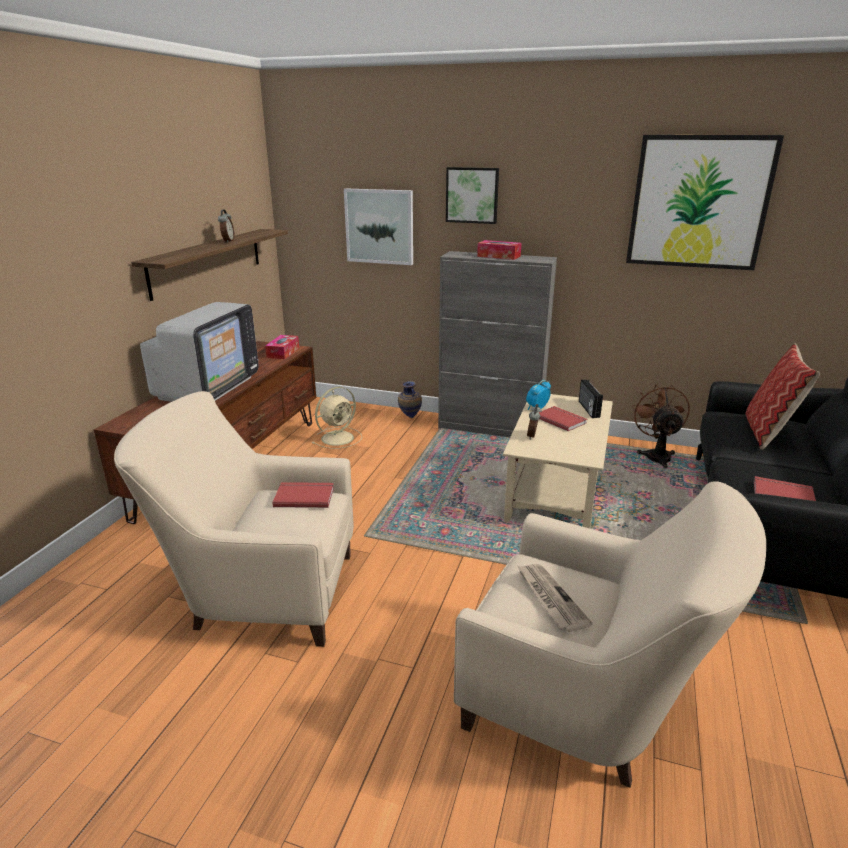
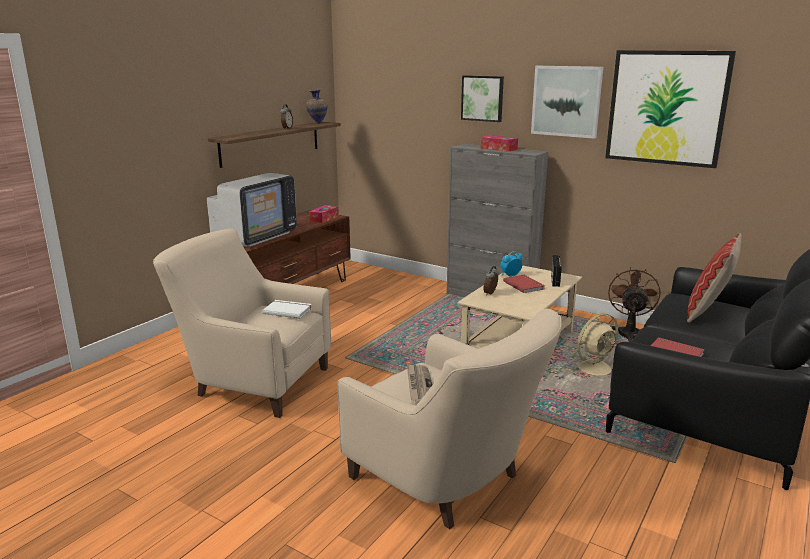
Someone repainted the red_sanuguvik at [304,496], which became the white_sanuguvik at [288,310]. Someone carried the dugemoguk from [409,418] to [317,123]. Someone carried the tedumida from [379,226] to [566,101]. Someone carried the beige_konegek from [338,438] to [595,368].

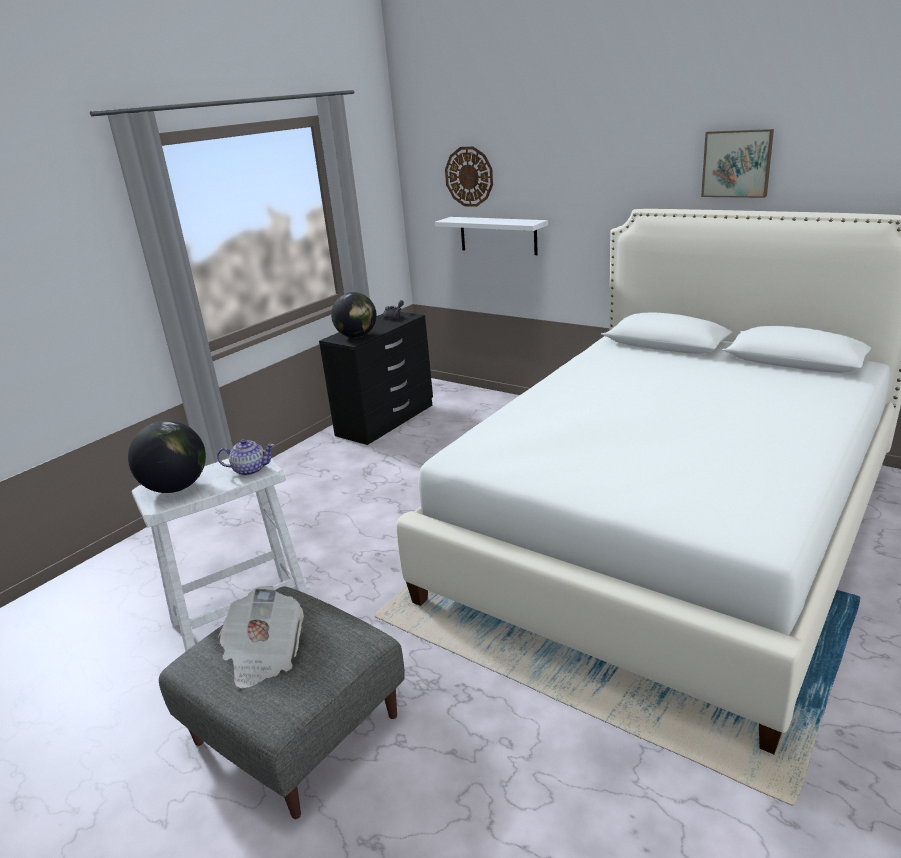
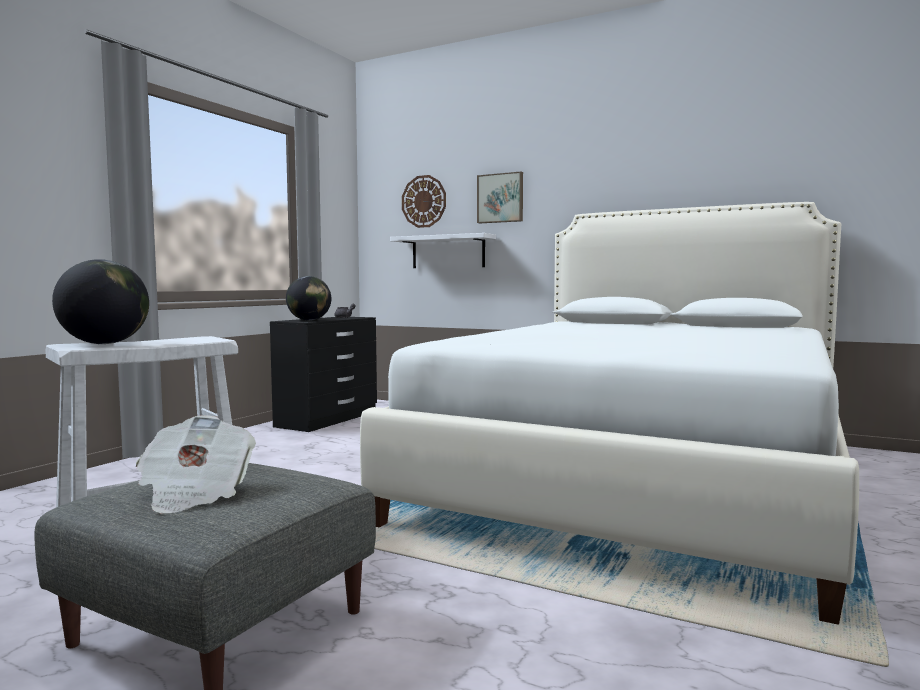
Someone carried the tedumida from [737,163] to [500,198]. Someone took away the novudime at [249,470].

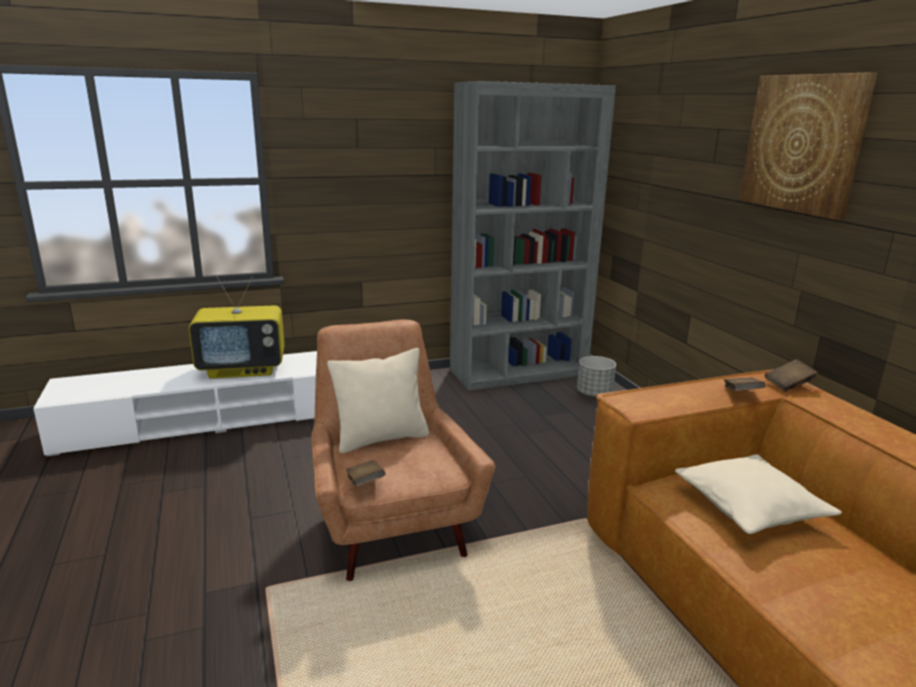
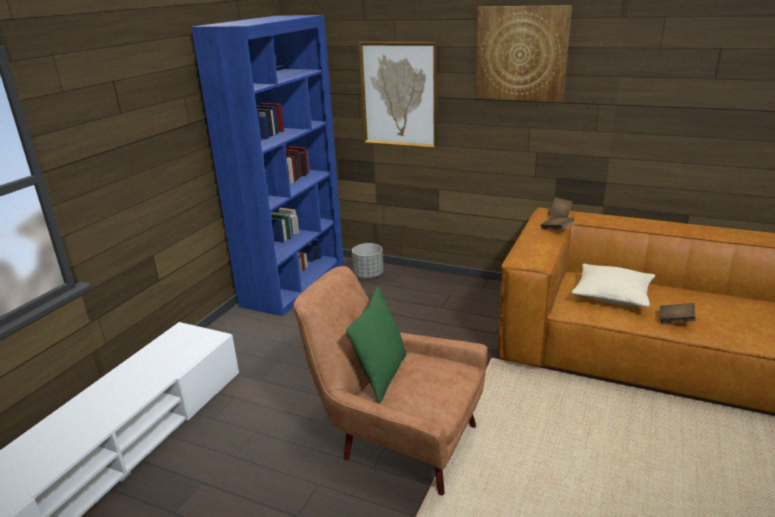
Someone repainted the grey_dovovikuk at [519,372], which became the blue_dovovikuk at [294,283]. Someone repainted the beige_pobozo at [381,438], which became the green_pobozo at [381,375]. Someone put up the tedumida at [399,95]. Someone carried the brown_sanuguvik from [365,483] to [675,320]. Someone took away the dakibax at [243,369].

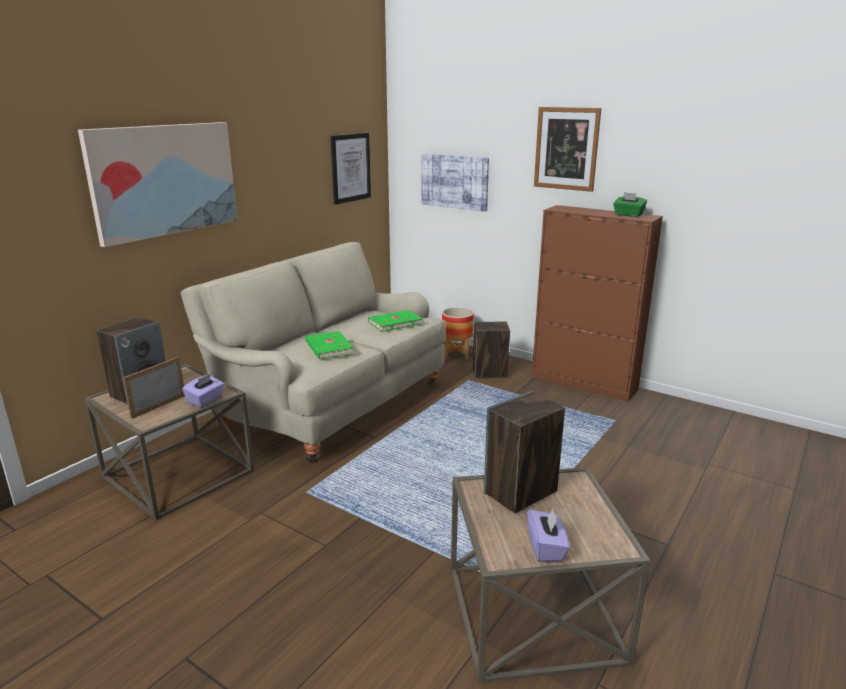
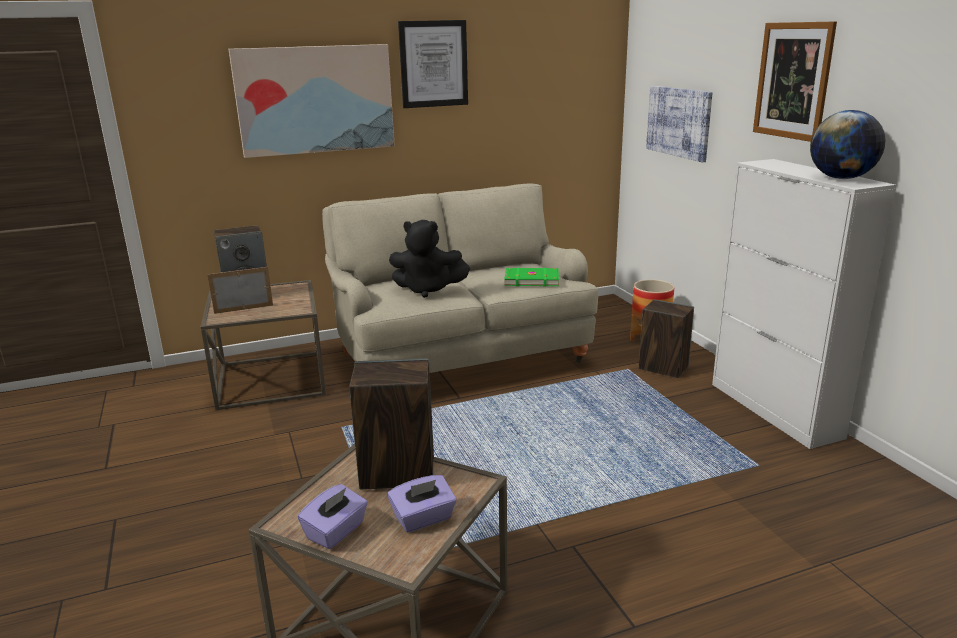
Someone carried the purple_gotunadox from [205,400] to [423,519]. Someone swapped the green_sanuguvik at [328,348] for the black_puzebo at [428,289]. Someone carried the tedumida from [350,168] to [433,64]. Someone repainted the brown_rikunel at [584,383], which became the white_rikunel at [774,410]. Someone swapped the green_gotunadox at [628,215] for the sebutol at [841,178].

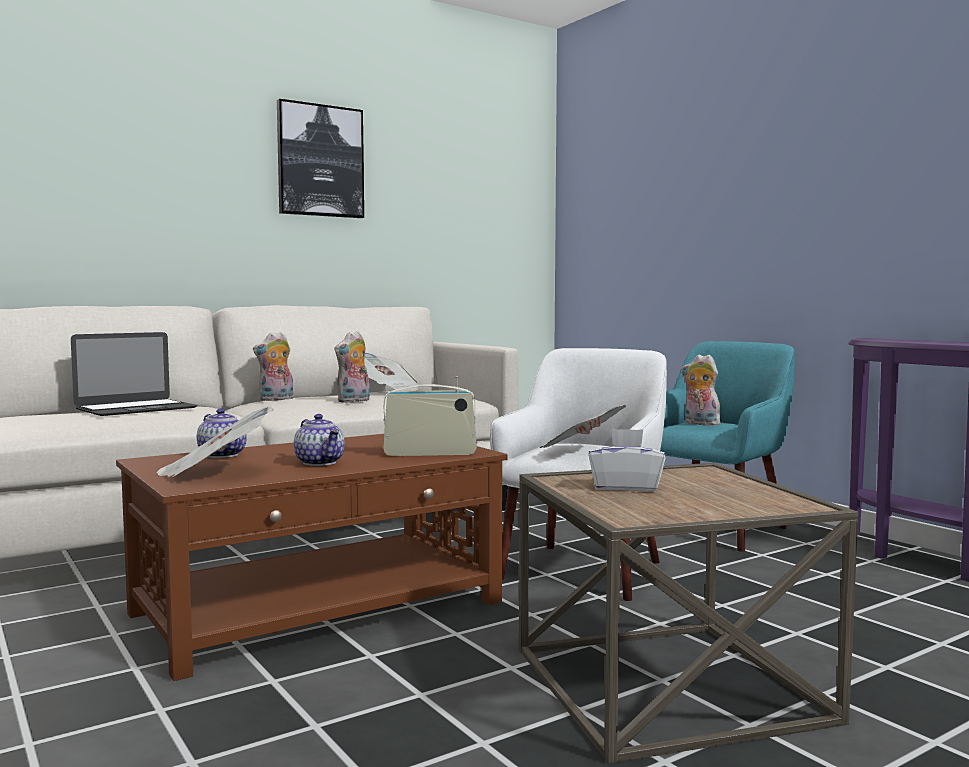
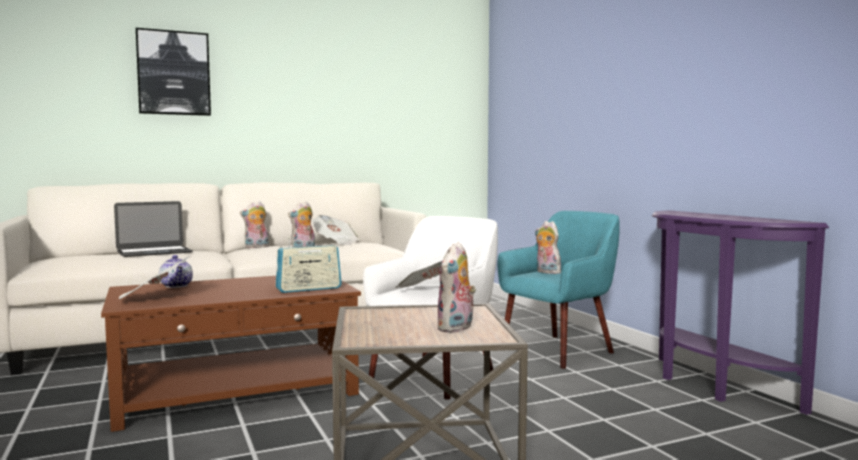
Someone carried the tedumida from [320,161] to [174,73]. Someone rotated the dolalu at [430,453] by 150 degrees clockwise. Someone put down the puzebo at [456,328]. Someone took away the novudime at [321,462]. Someone took away the white_gotunadox at [626,487].

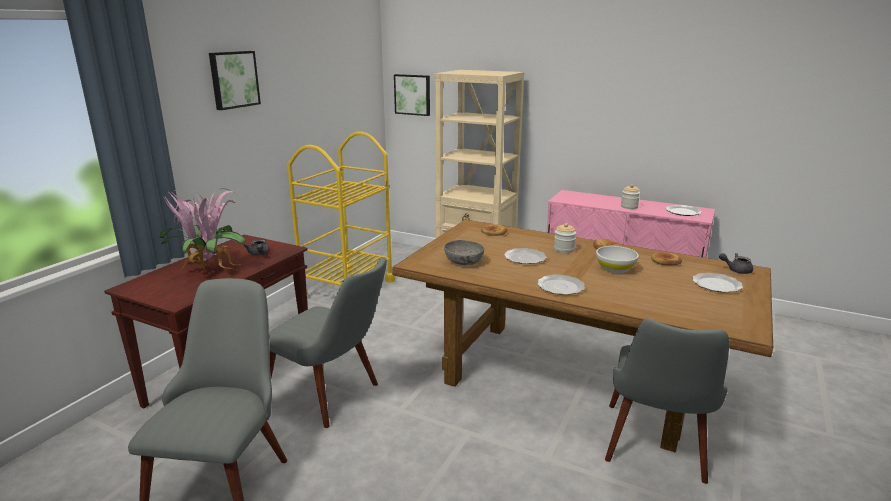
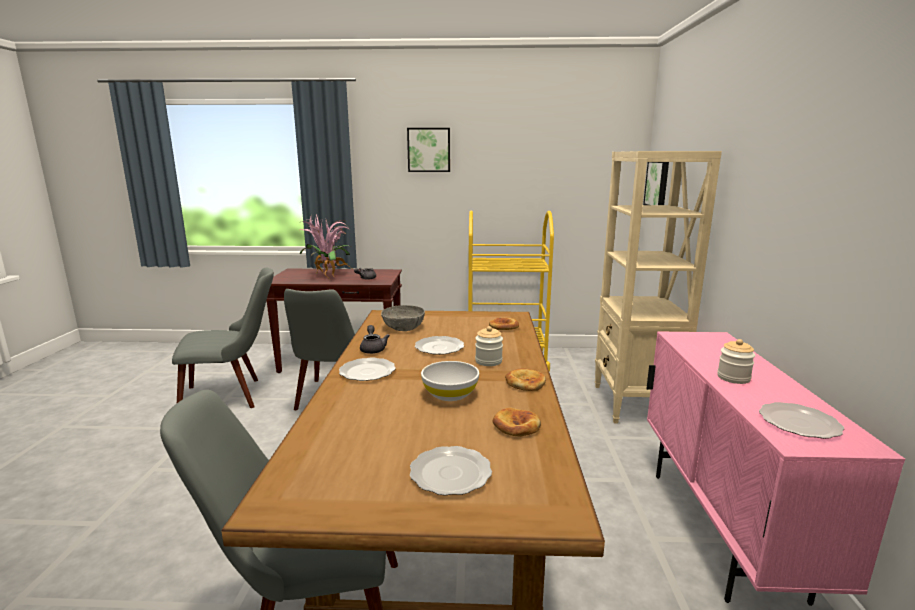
Someone carried the grey_novudime from [736,270] to [373,349].

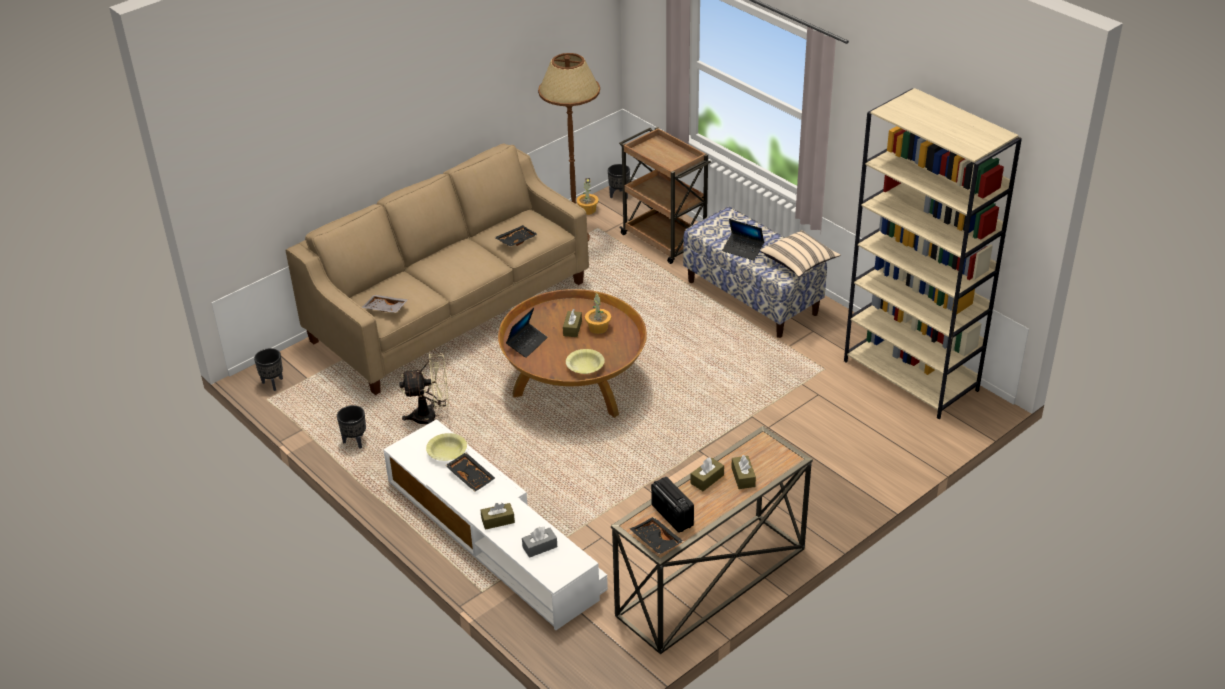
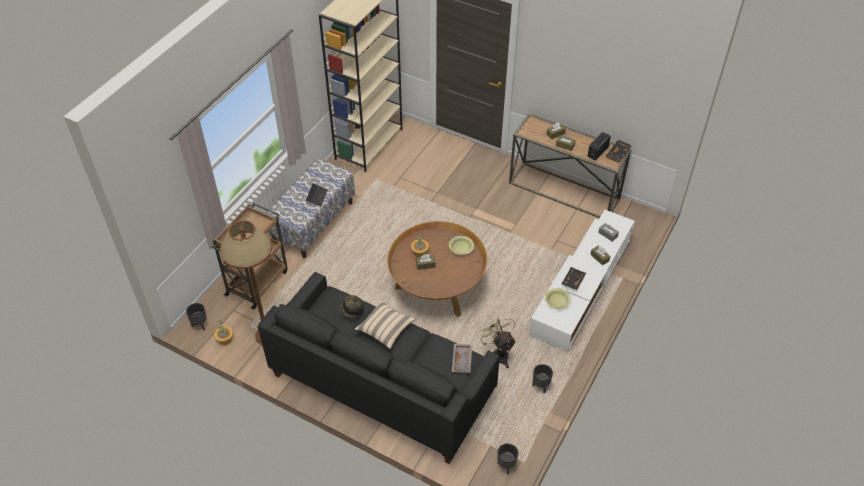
Someone repainted the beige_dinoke at [450,311], which became the black_dinoke at [381,384]. Someone swapped the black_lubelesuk at [516,240] for the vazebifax at [351,311]. Someone carried the beige_pobozo from [799,263] to [385,329]. Someone took away the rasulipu at [527,343].

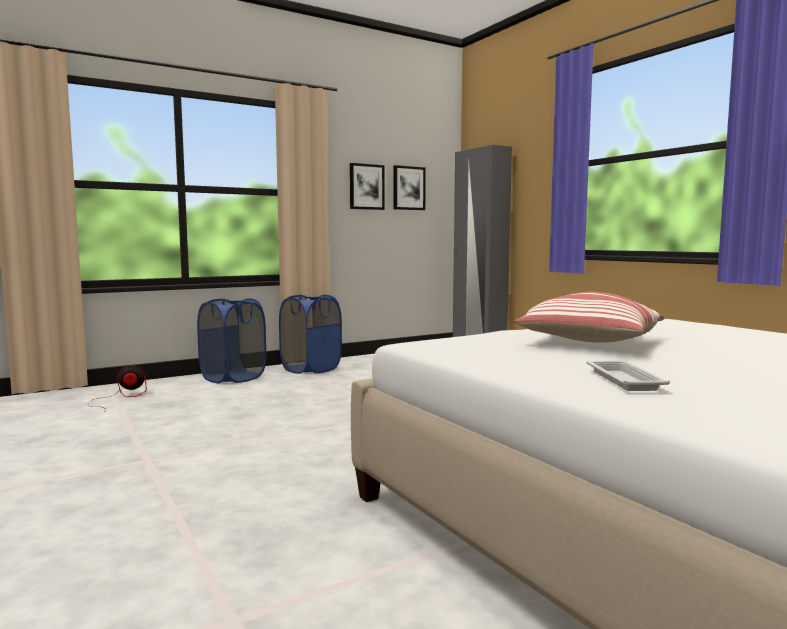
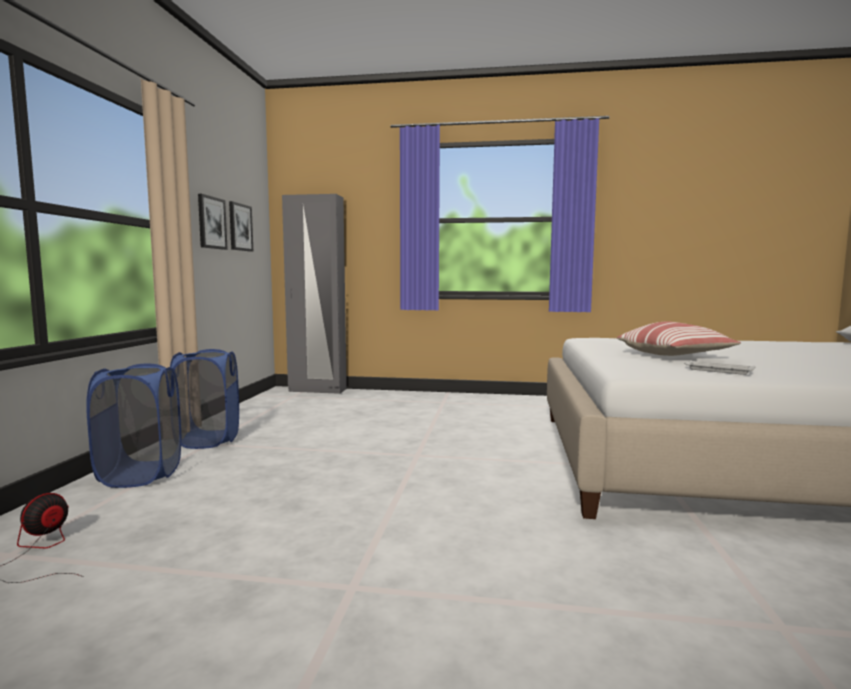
Someone carried the white_lubelesuk from [623,380] to [717,370].

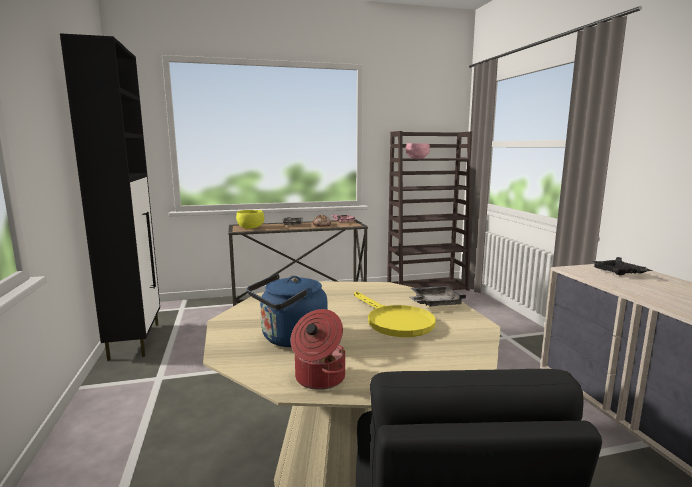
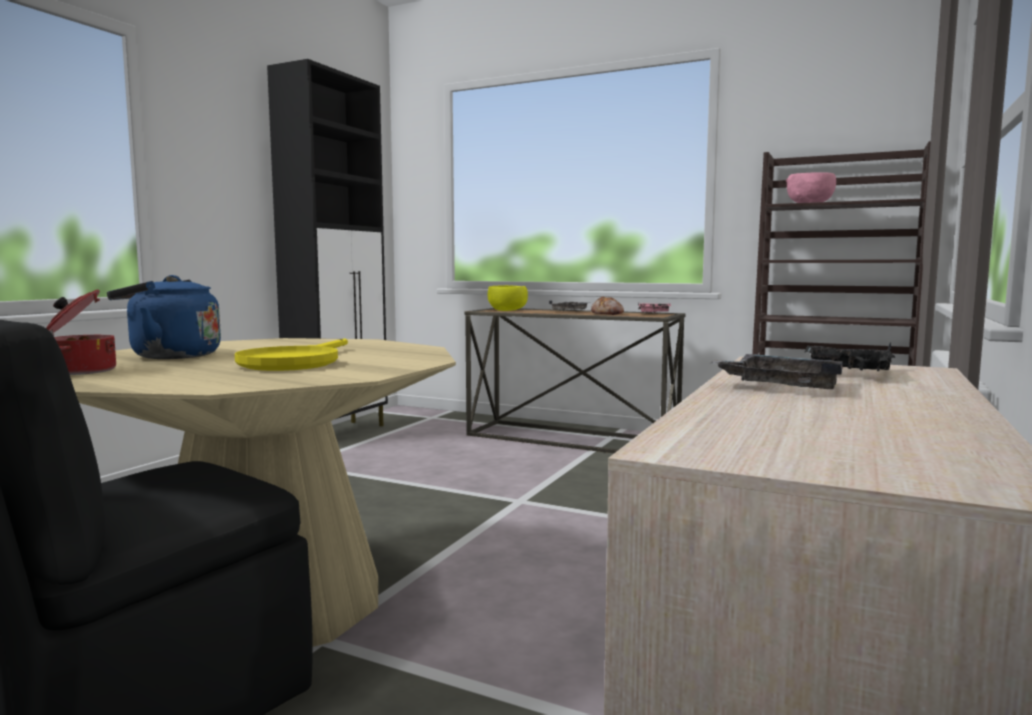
Someone carried the grey_lubelesuk from [434,303] to [782,386].

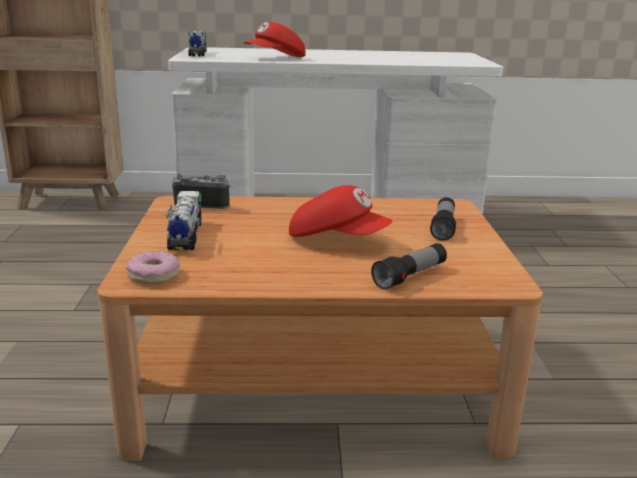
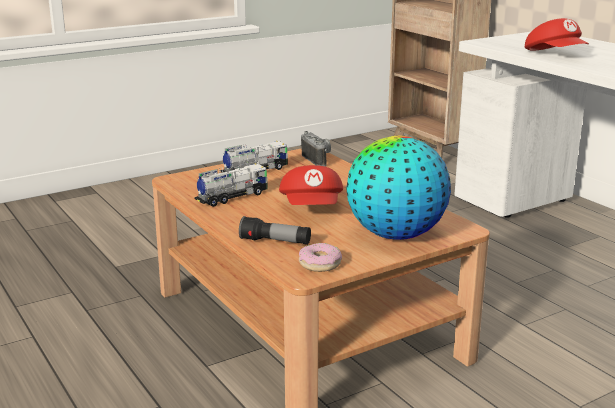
Someone carried the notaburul from [197,53] to [232,197]. Someone carried the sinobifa from [153,275] to [319,264]. Someone swapped the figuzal at [443,227] for the sebutol at [395,235]. Someone rotated the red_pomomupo at [276,58] by 135 degrees counterclockwise.

